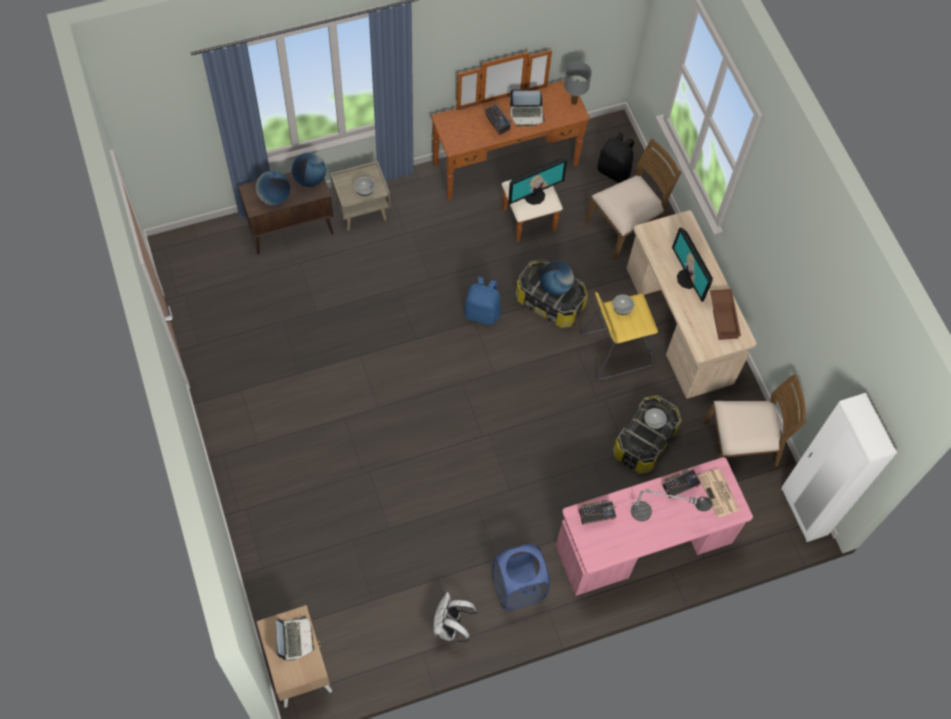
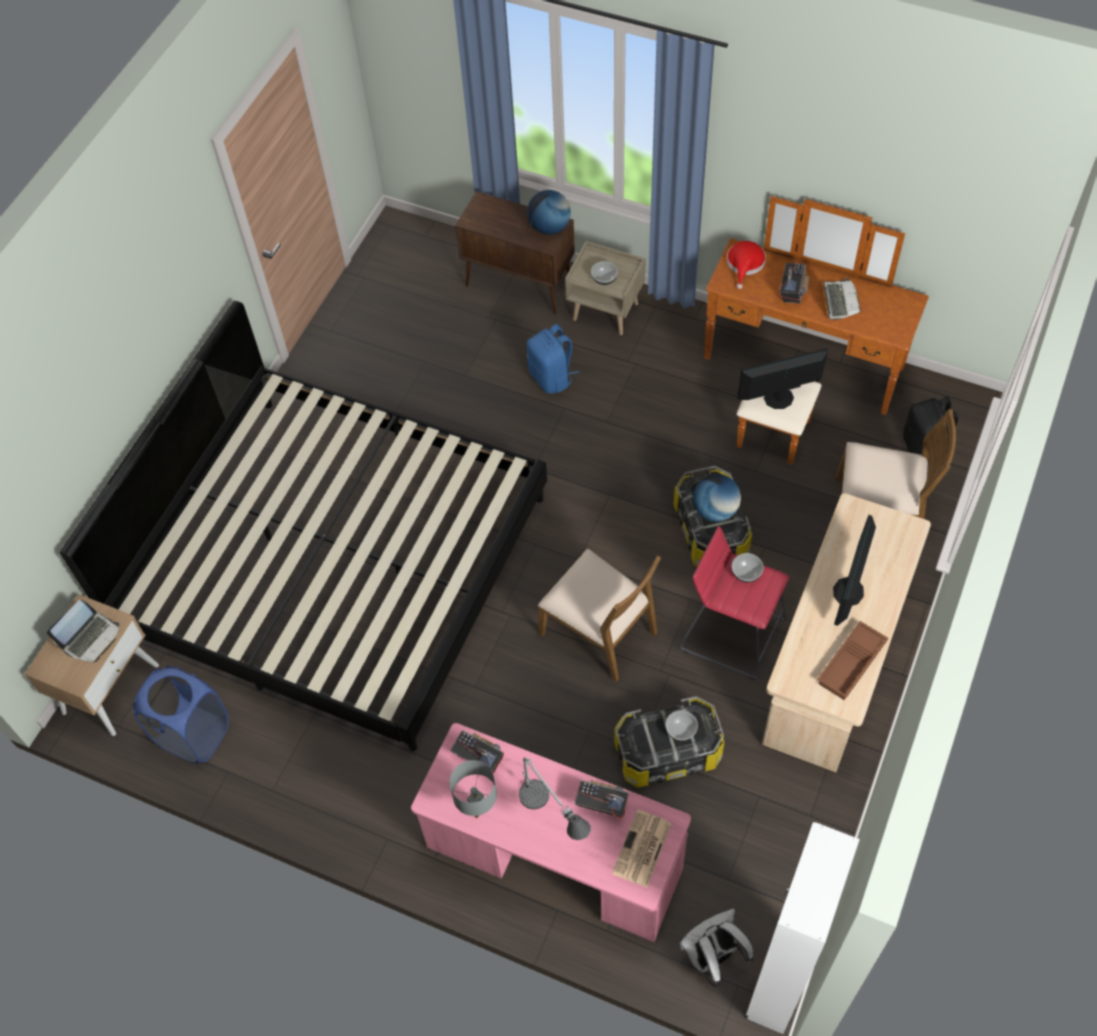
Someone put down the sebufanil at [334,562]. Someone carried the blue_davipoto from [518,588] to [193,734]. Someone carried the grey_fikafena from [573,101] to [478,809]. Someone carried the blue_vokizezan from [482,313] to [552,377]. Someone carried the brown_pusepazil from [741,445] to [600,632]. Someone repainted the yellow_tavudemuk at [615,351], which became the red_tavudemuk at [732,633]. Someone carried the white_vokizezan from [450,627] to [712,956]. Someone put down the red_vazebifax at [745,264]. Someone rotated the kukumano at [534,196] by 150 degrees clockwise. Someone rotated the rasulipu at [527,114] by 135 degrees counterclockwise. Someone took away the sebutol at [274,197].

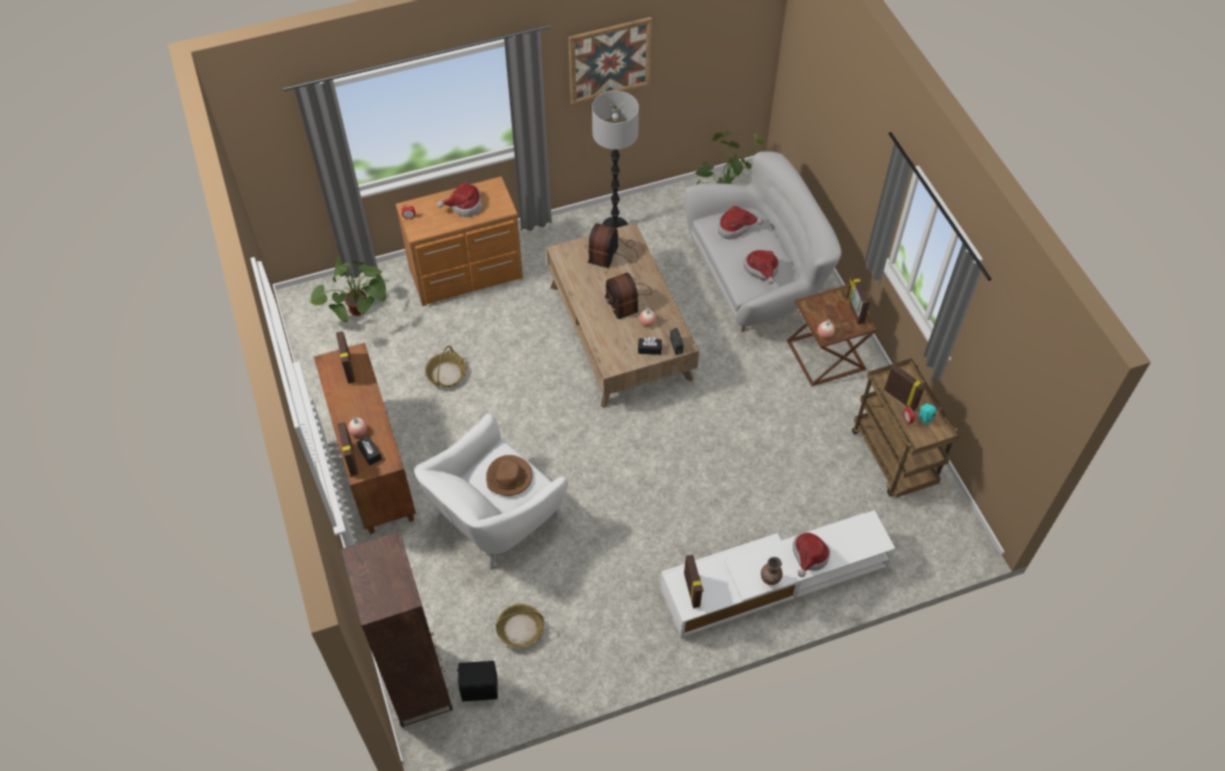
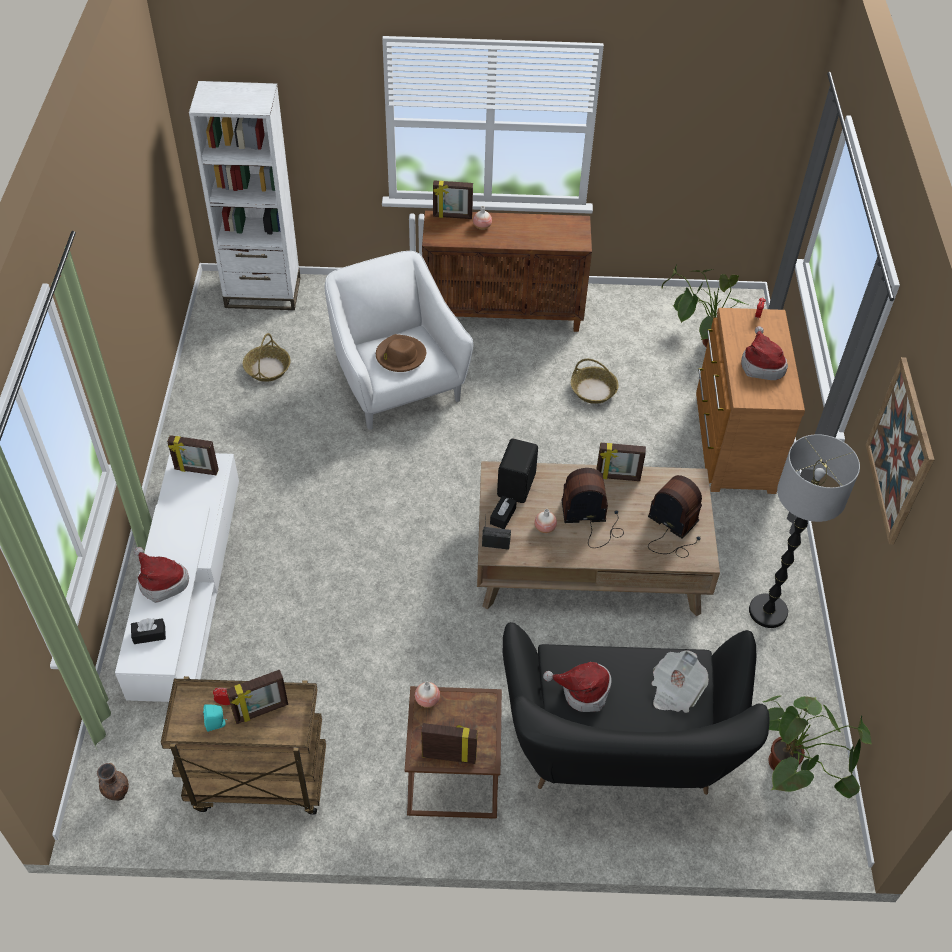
Someone carried the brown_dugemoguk from [770,581] to [117,795]. Someone carried the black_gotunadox from [370,453] to [149,635]. Someone repainted the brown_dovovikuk at [417,683], which became the white_dovovikuk at [263,293]. Someone carried the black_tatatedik from [479,688] to [517,485]. Someone repainted the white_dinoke at [756,279], which became the black_dinoke at [620,746]. Someone carried the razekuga from [349,368] to [617,477]. Someone swapped the vazebifax at [735,228] for the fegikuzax at [675,690].

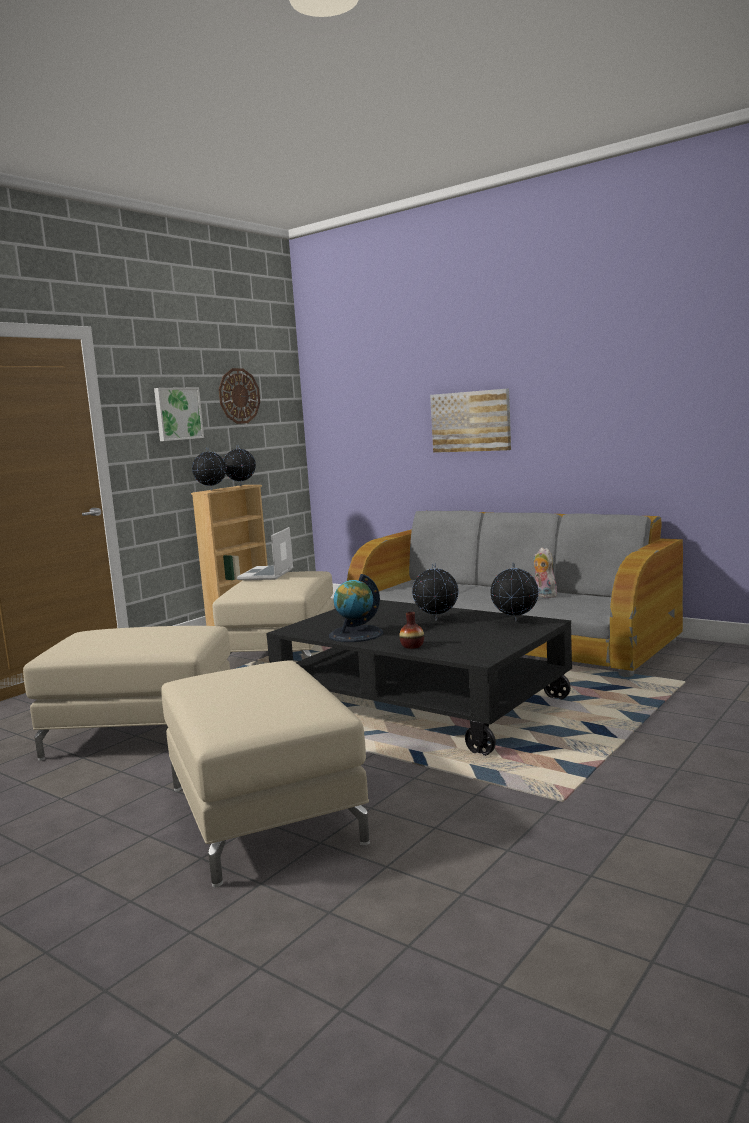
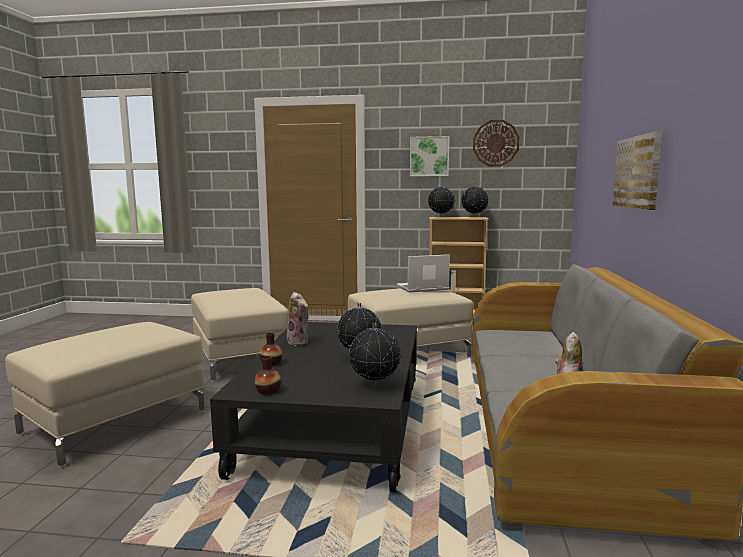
Someone put down the dugemoguk at [268,391]. Someone swapped the sebutol at [356,634] for the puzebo at [300,342].

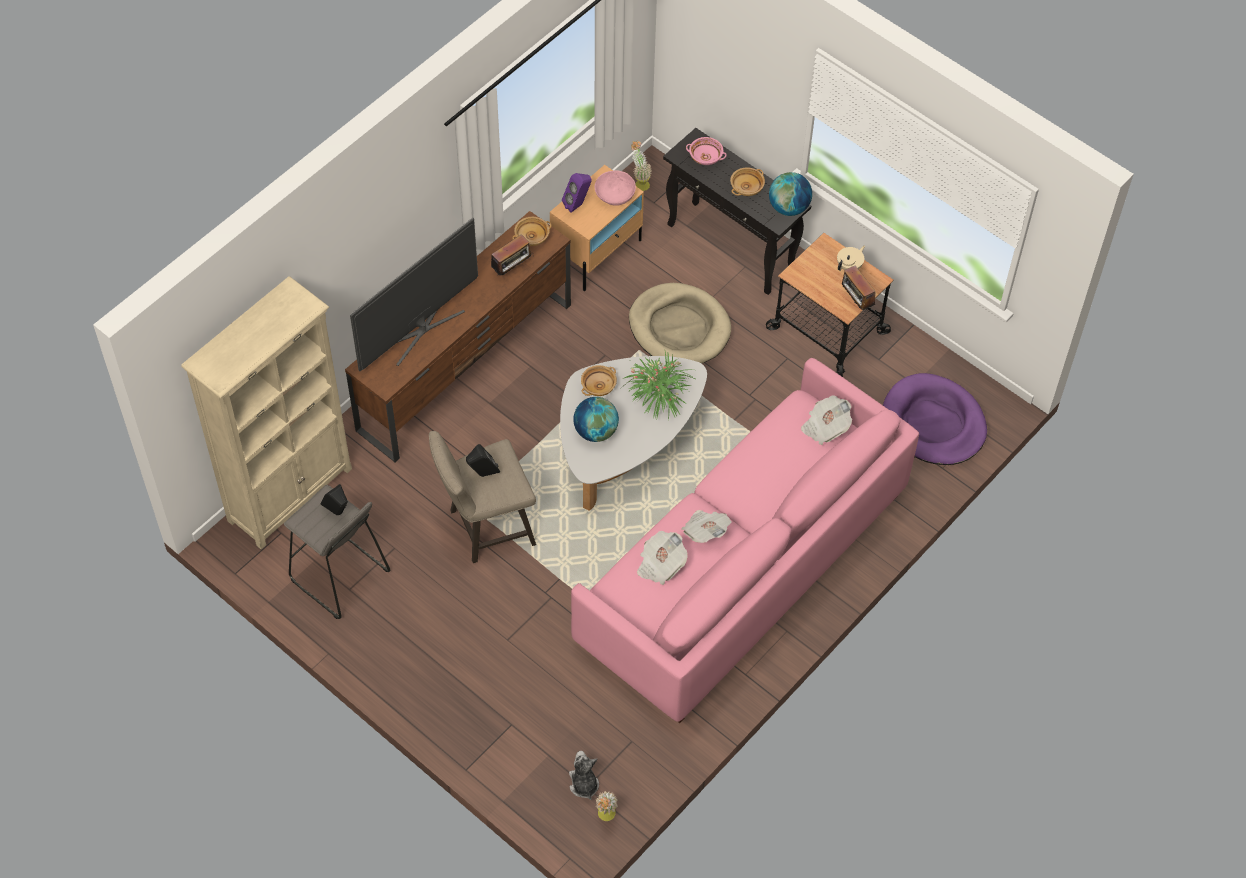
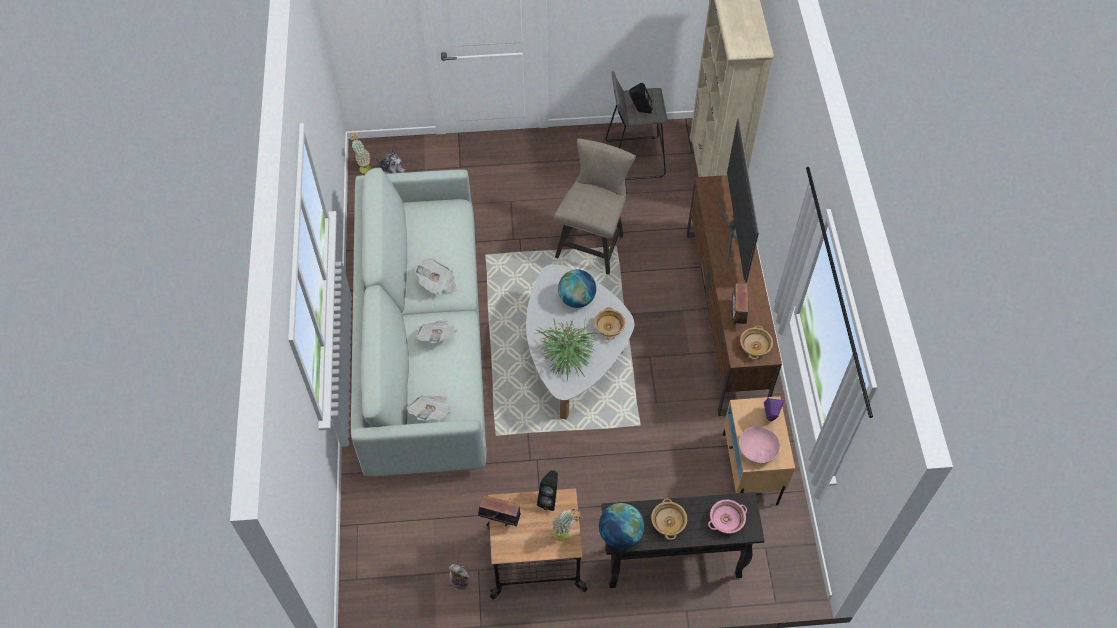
Someone repainted the pink_dinoke at [742,568], which became the white_dinoke at [423,345]. Someone carried the fegikuzax from [660,564] to [437,336]. Someone put down the puzebo at [461,581]. Someone carried the black_tatatedik from [483,474] to [549,498]. Someone carried the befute from [639,182] to [565,534]. Someone took away the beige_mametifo at [679,328]. Someone took away the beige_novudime at [849,266]. Someone took away the purple_mametifo at [933,423].

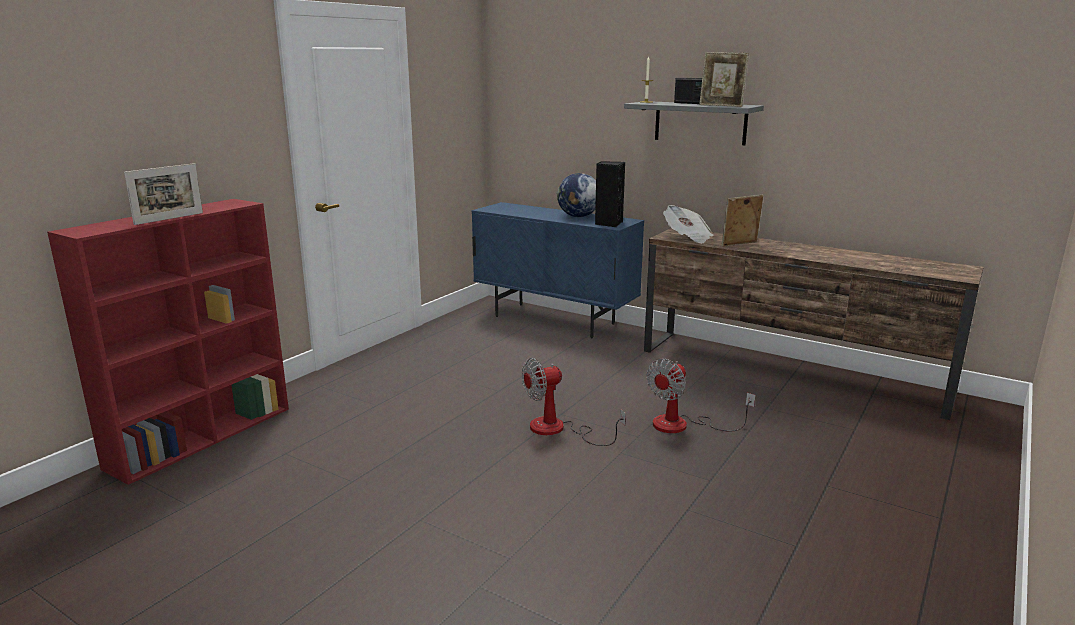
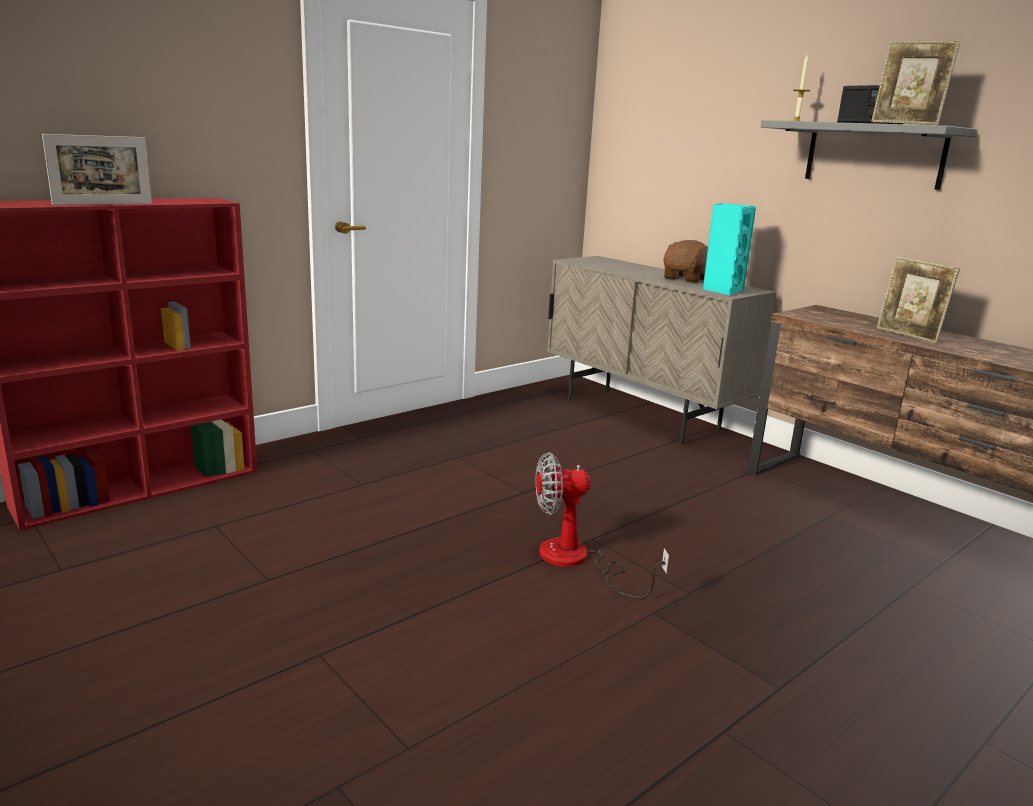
Someone repainted the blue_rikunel at [554,320], which became the beige_rikunel at [641,414]. Someone swapped the sebutol at [578,216] for the brown_puzebo at [685,279]. Someone repainted the black_tatatedik at [608,223], which became the turquoise_tatatedik at [722,290]. Someone rotated the razekuga at [740,245] by 120 degrees counterclockwise. Someone took away the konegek at [683,425]. Someone took away the fegikuzax at [687,238].

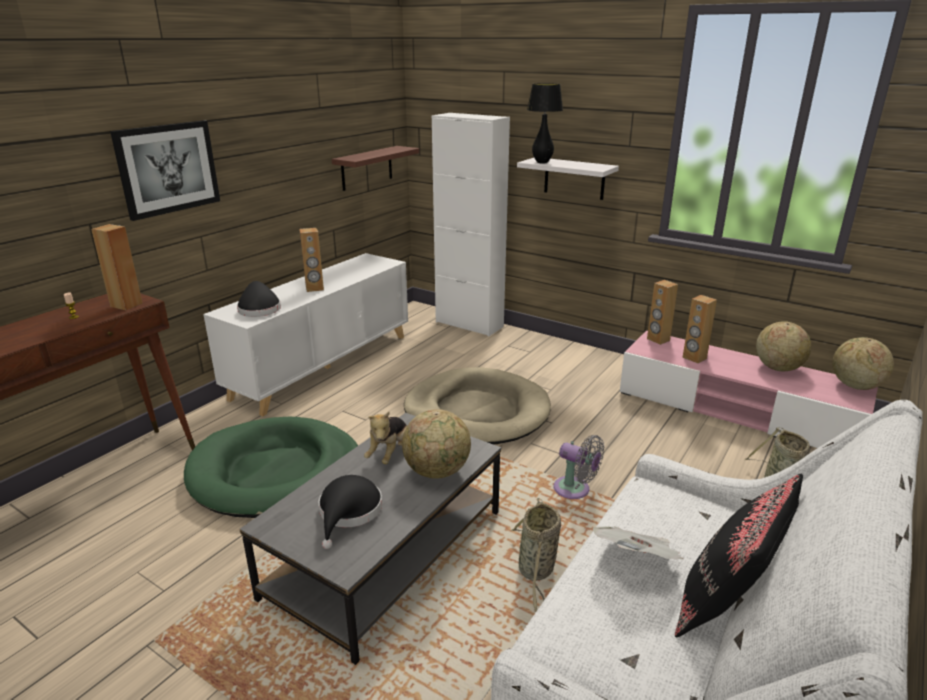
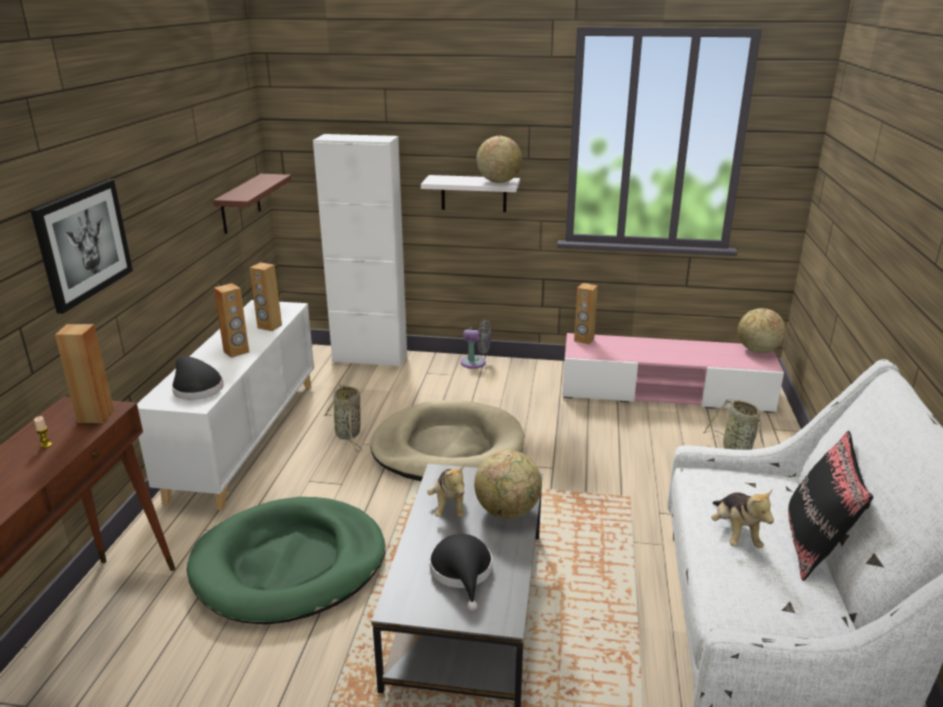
Someone carried the brown_tatatedik from [694,358] to [269,327]. Someone carried the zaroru from [536,571] to [348,435]. Someone carried the grey_konegek from [575,490] to [476,363]. Someone carried the sebutol from [777,368] to [498,182]. Someone swapped the fegikuzax at [637,560] for the puzebo at [735,534]. Someone took away the black_fikafena at [542,162].

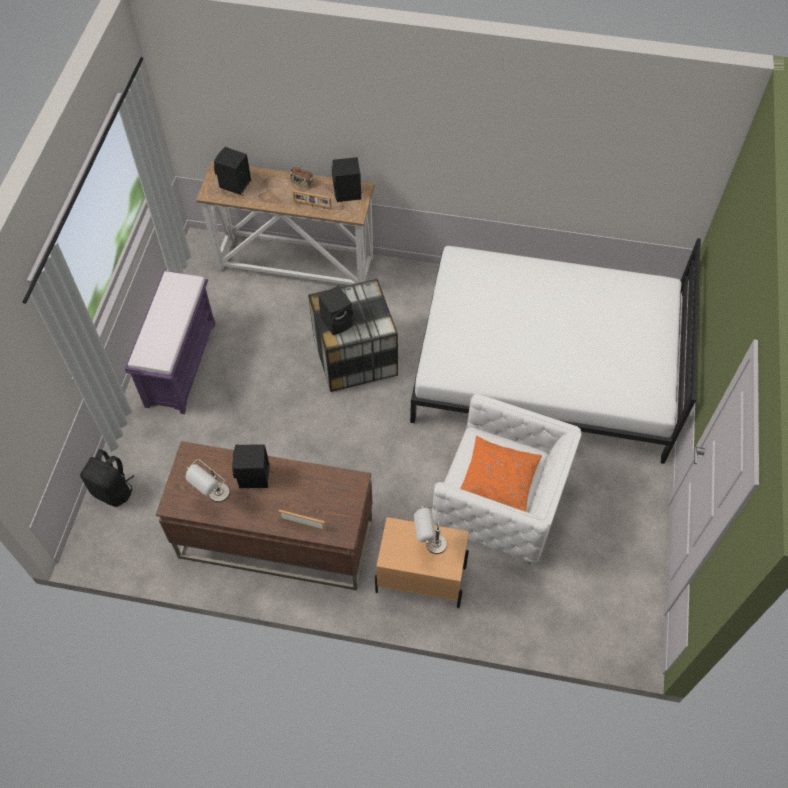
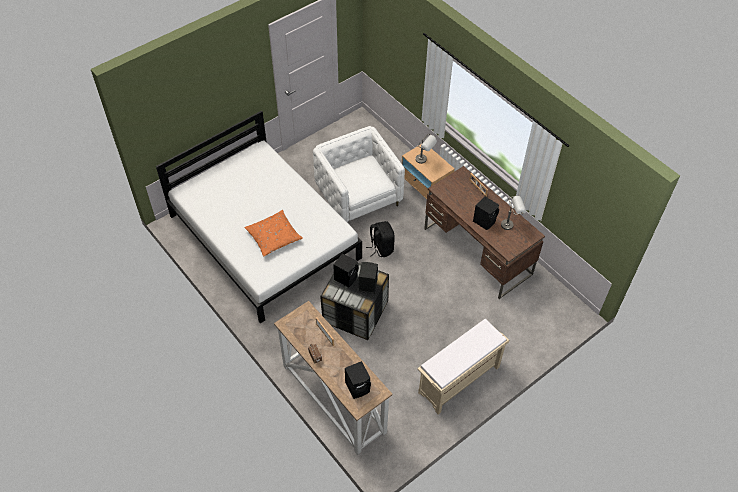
Someone carried the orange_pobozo from [499,480] to [273,237]. Someone carried the black_tatatedik from [347,193] to [346,277]. Someone carried the black_vokizezan from [113,491] to [381,248]. Someone repainted the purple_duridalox at [180,363], which became the beige_duridalox at [458,381].

